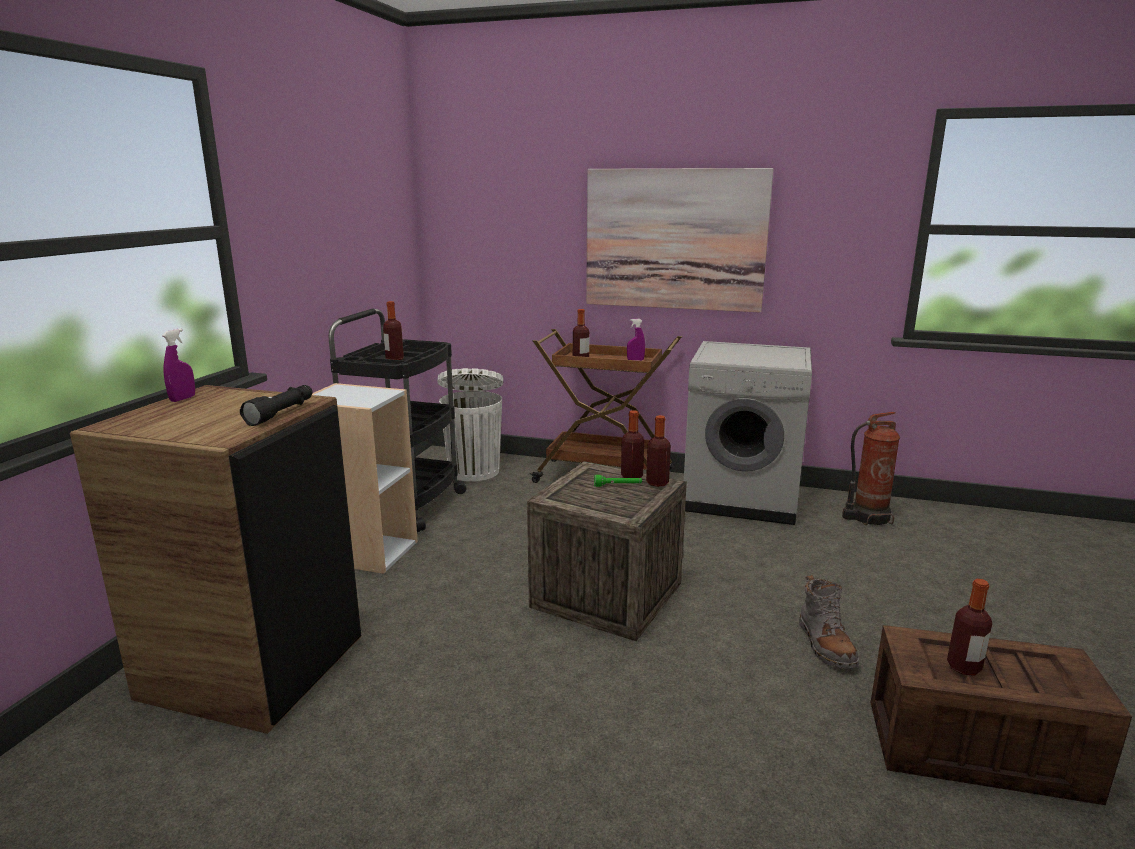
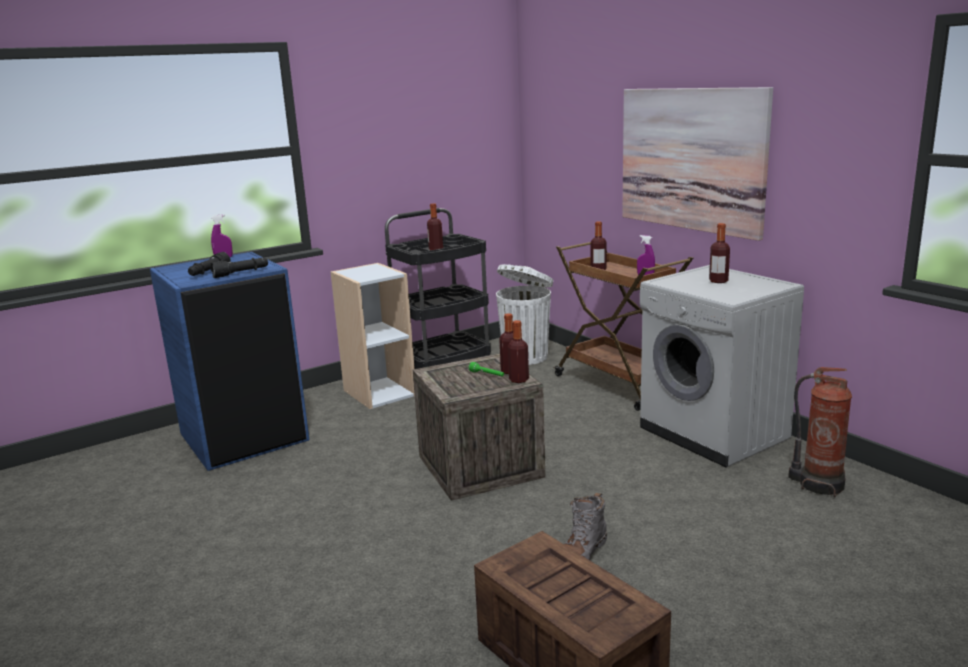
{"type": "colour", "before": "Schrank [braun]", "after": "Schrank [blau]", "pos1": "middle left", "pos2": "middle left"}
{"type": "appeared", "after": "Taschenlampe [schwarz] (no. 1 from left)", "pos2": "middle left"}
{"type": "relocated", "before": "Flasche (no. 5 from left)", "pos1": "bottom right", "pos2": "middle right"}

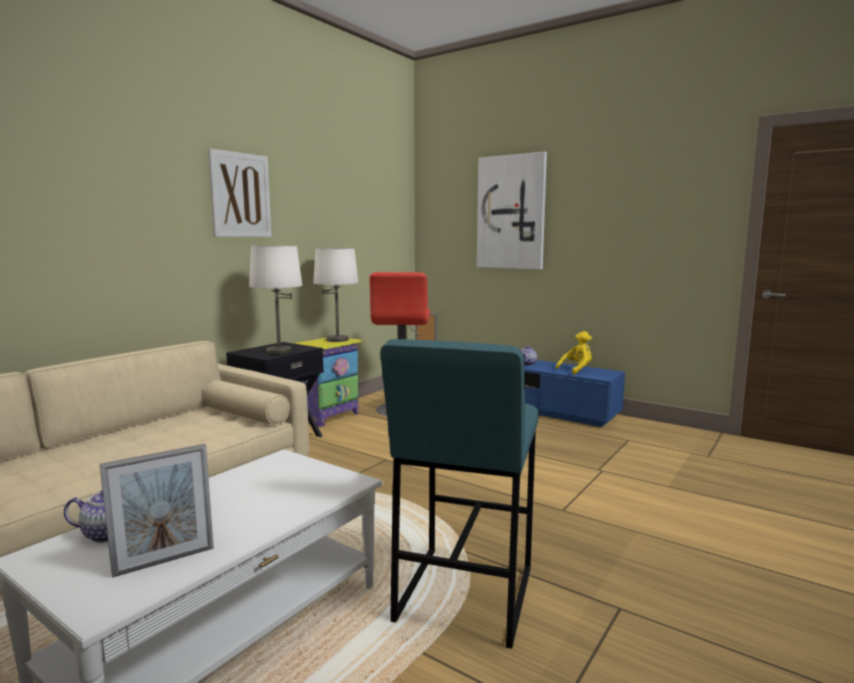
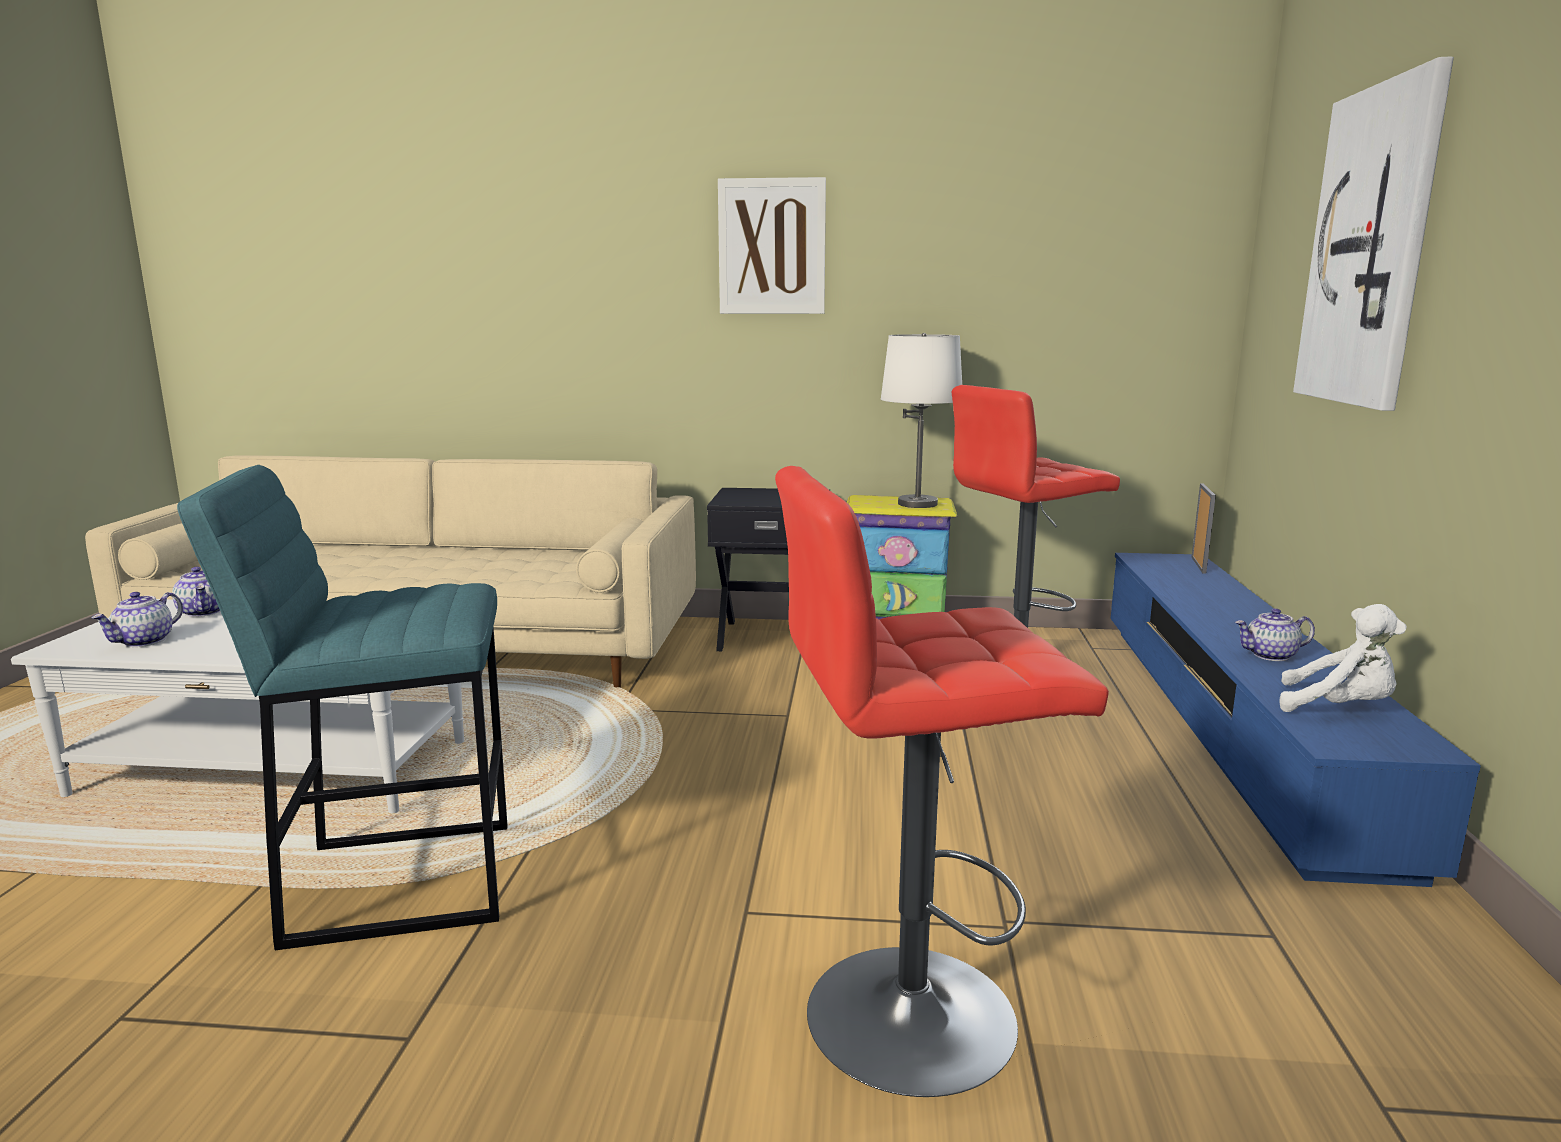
{"type": "exchanged", "before": "Bilderrahmen (no. 1 from left)", "after": "Teekanne (no. 1 from left)", "pos1": "bottom left", "pos2": "middle left"}
{"type": "appeared", "after": "Hocker [rot] (no. 1 from left)", "pos2": "bottom centre"}
{"type": "colour", "before": "Plüschtier [gelb]", "after": "Plüschtier [weiß]", "pos1": "middle right", "pos2": "middle right"}
{"type": "missing", "before": "Tischlampe [weiß] (no. 1 from left)", "pos1": "middle left"}

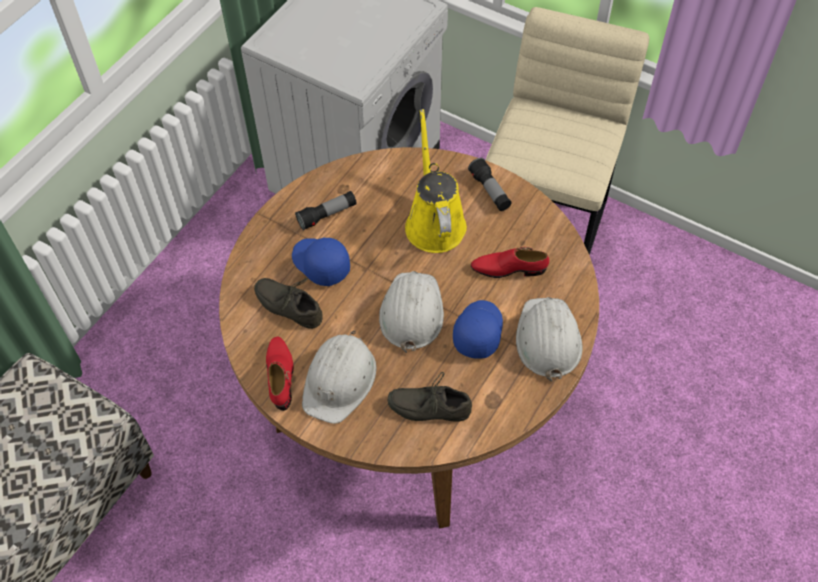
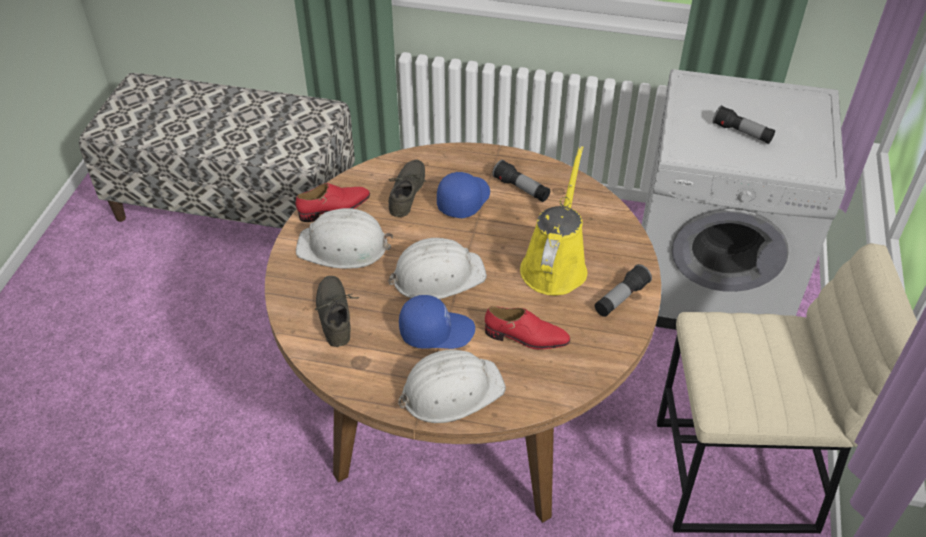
{"type": "spun", "before": "Schuh [rot] (no. 2 from left)", "pos1": "centre", "pos2": "centre", "turn": 120}
{"type": "spun", "before": "Gießkanne [gelb]", "pos1": "top centre", "pos2": "centre", "turn": -45}
{"type": "appeared", "after": "Taschenlampe (no. 3 from left)", "pos2": "top right"}

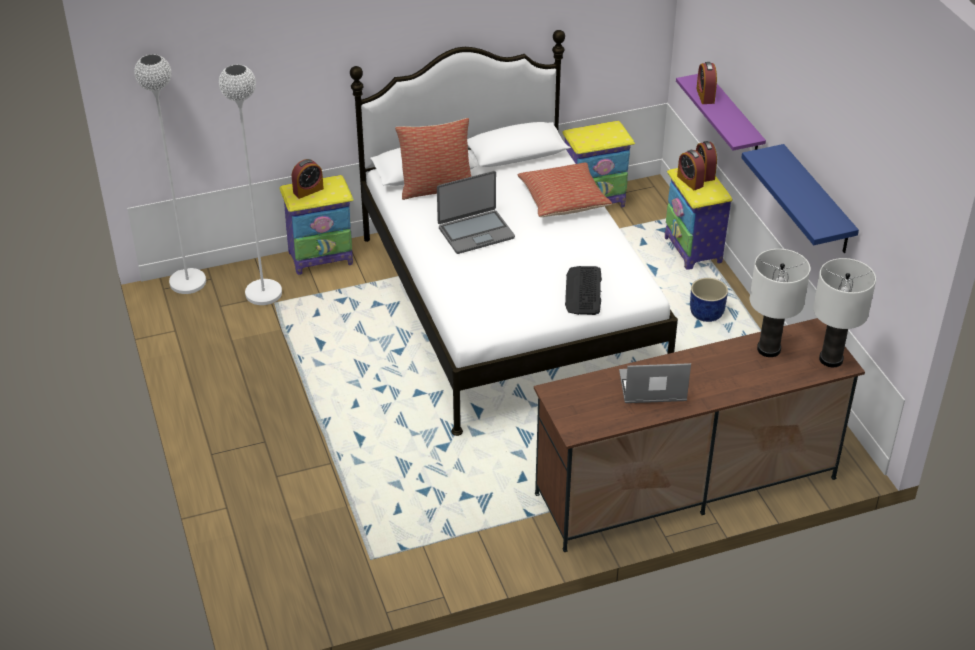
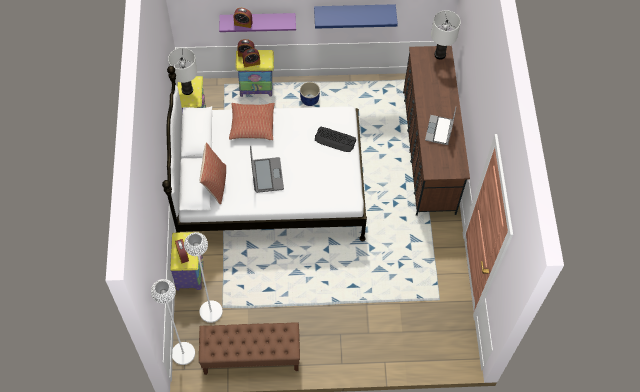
{"type": "relocated", "before": "Tischlampe [weiß] (no. 1 from left)", "pos1": "middle right", "pos2": "top left"}
{"type": "appeared", "after": "Bank [braun]", "pos2": "bottom centre"}

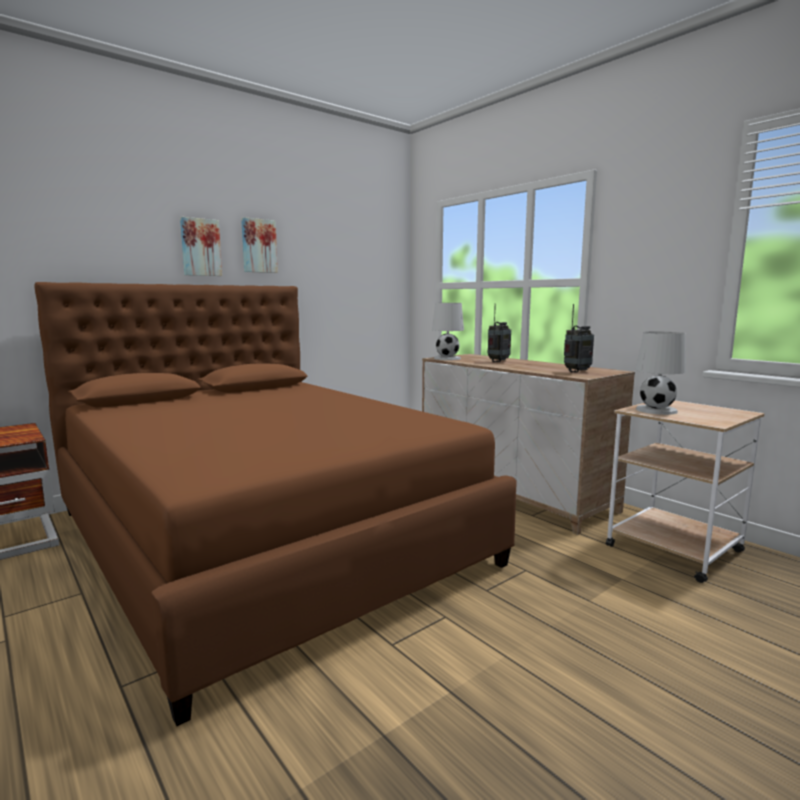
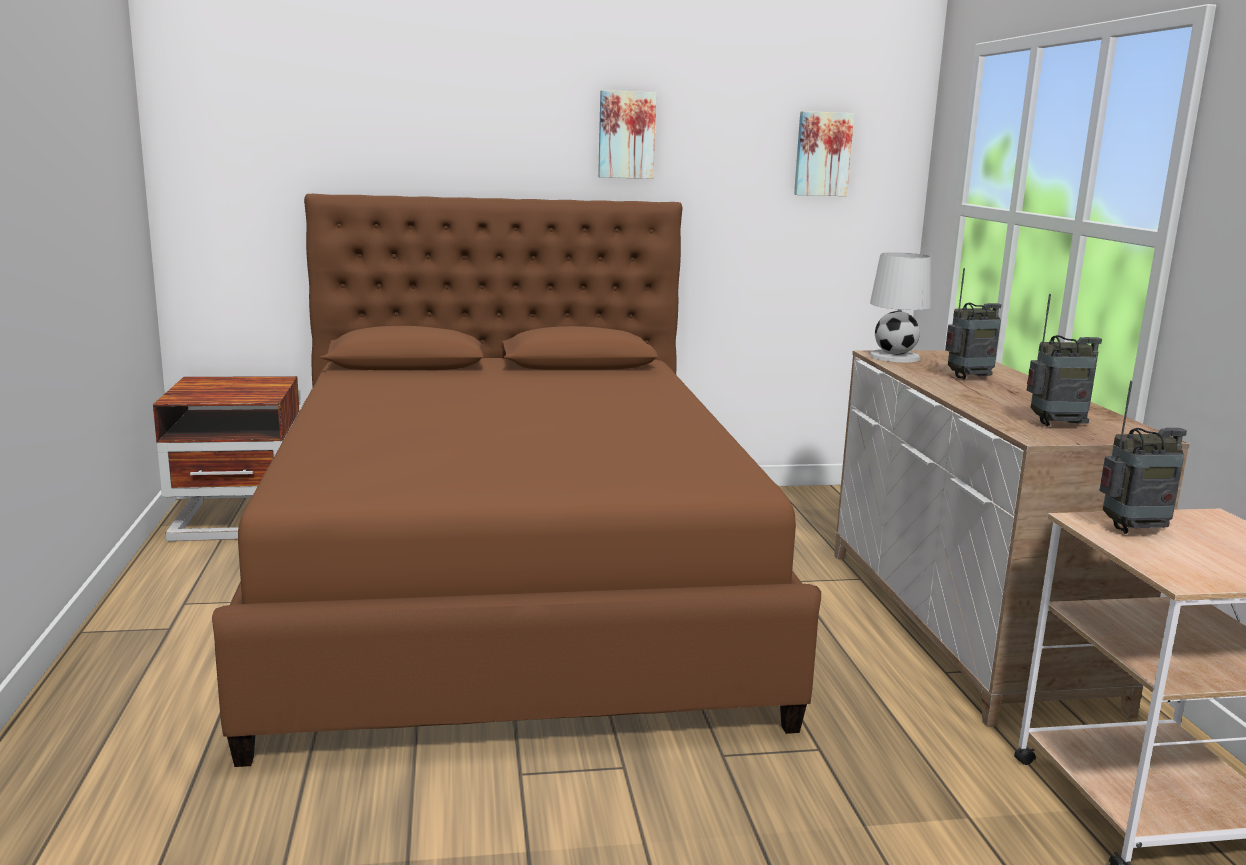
{"type": "relocated", "before": "Bild (no. 1 from left in the first image)", "after": "Bild (no. 2 from left)", "pos1": "top left", "pos2": "top centre"}
{"type": "exchanged", "before": "Tischlampe [weiß] (no. 2 from left)", "after": "Radio (no. 3 from left)", "pos1": "middle right", "pos2": "middle right"}

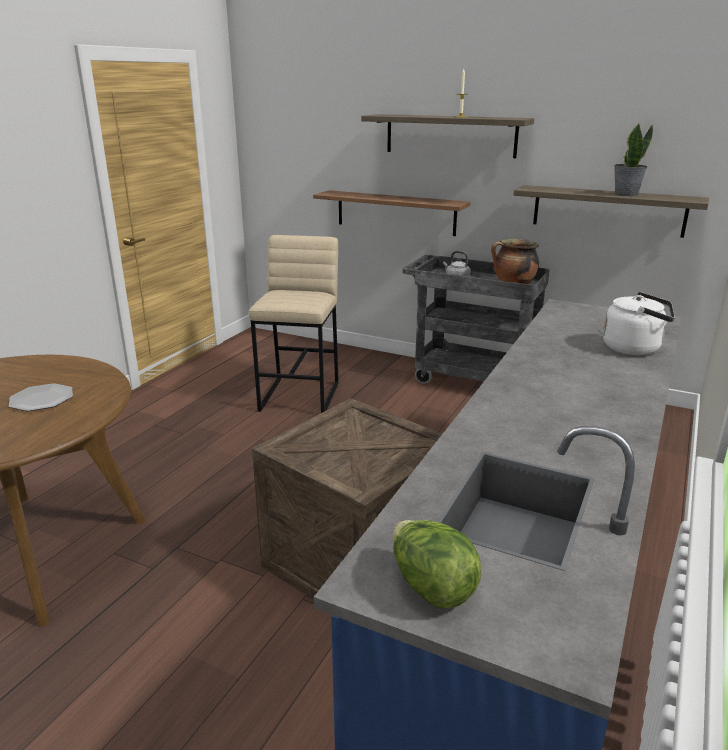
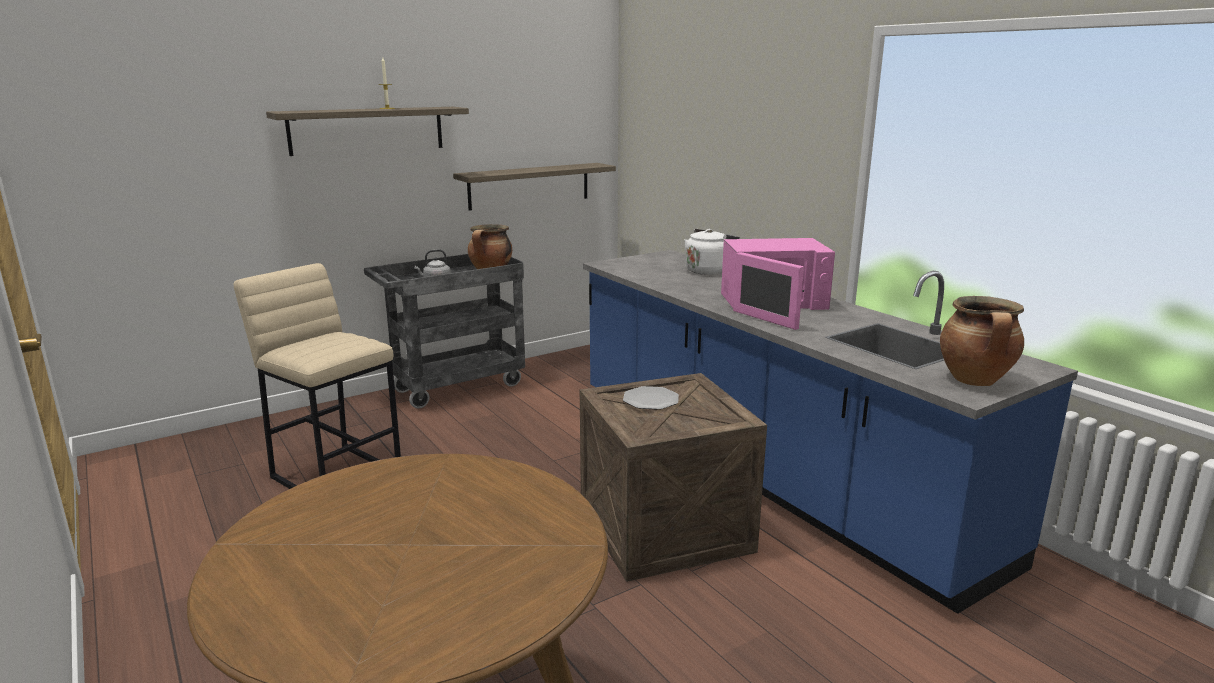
{"type": "relocated", "before": "Teller", "pos1": "middle left", "pos2": "centre"}
{"type": "appeared", "after": "Mikrowelle [rosa]", "pos2": "centre"}
{"type": "exchanged", "before": "Salatkopf", "after": "Kochtopf (no. 2 from left)", "pos1": "bottom centre", "pos2": "middle right"}
{"type": "missing", "before": "Wandregal (no. 1 from left)", "pos1": "top centre"}
{"type": "missing", "before": "Topfpflanze", "pos1": "top right"}

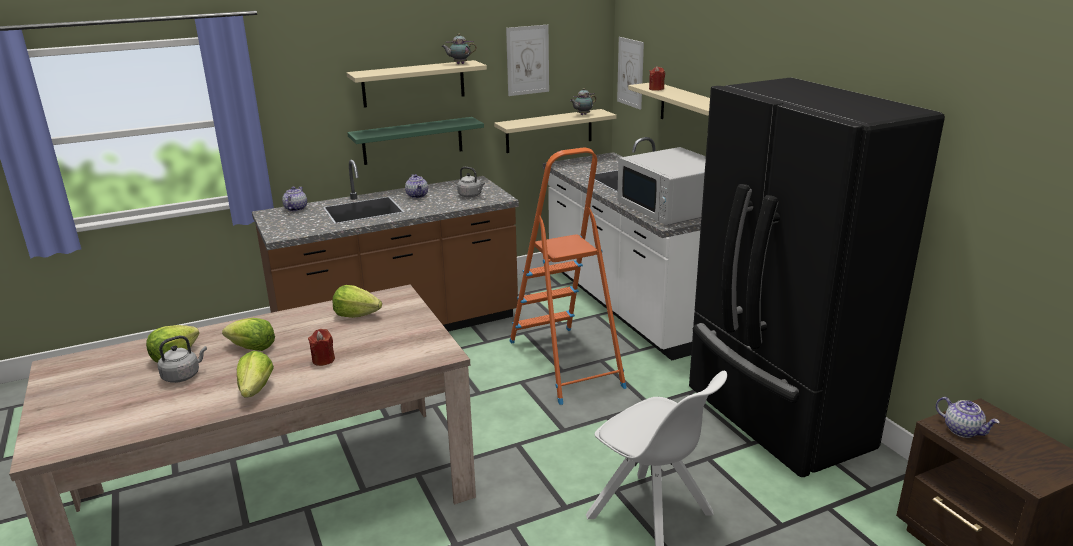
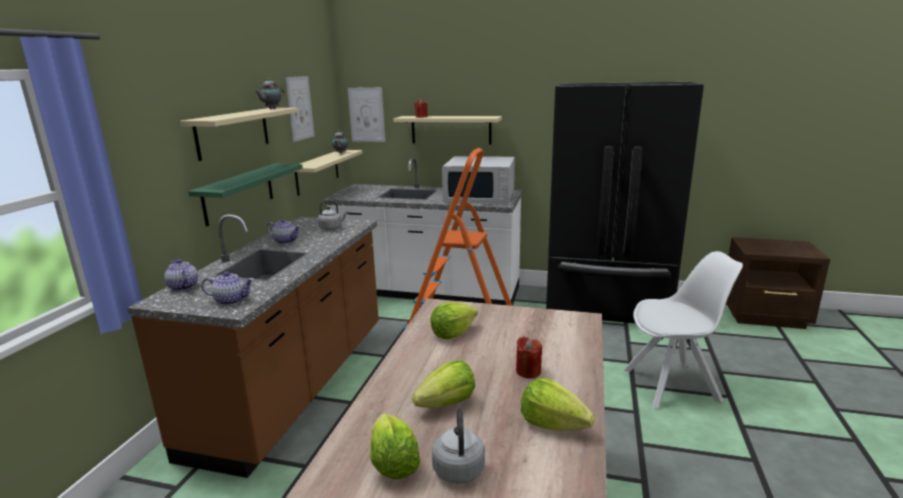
{"type": "relocated", "before": "Teekanne (no. 5 from left in the first image)", "after": "Teekanne (no. 2 from left)", "pos1": "bottom right", "pos2": "middle left"}

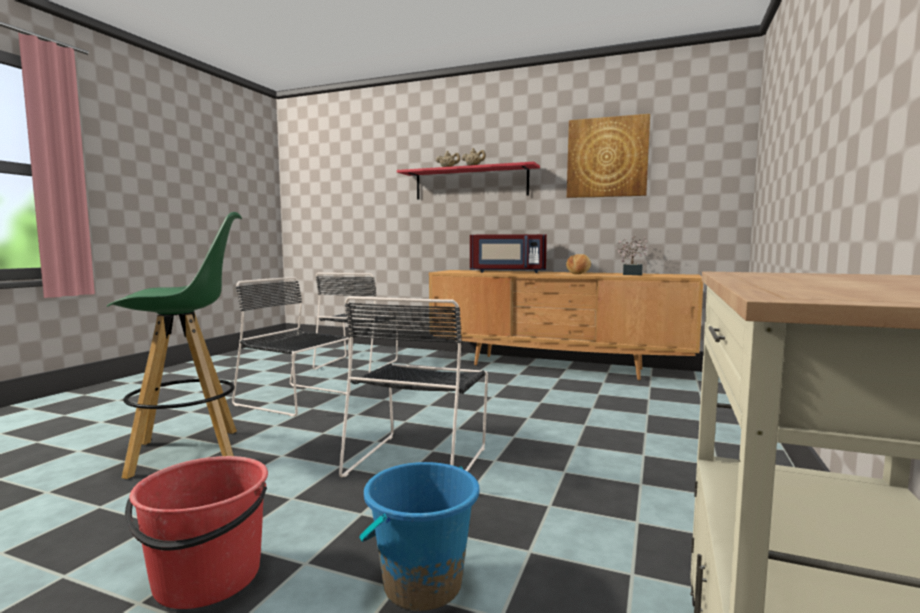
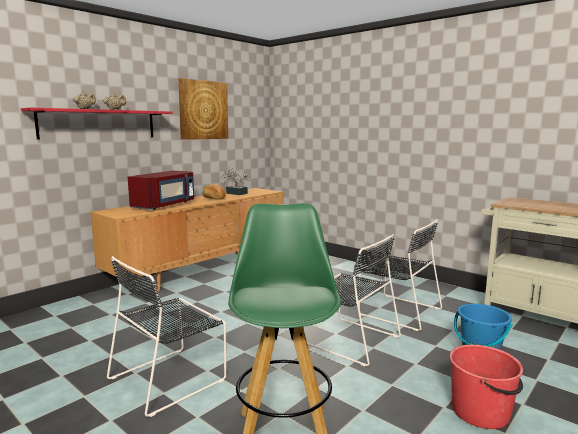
{"type": "relocated", "before": "Stuhl [schwarz] (no. 2 from left in the first image)", "after": "Stuhl [schwarz] (no. 3 from left)", "pos1": "centre", "pos2": "middle right"}

